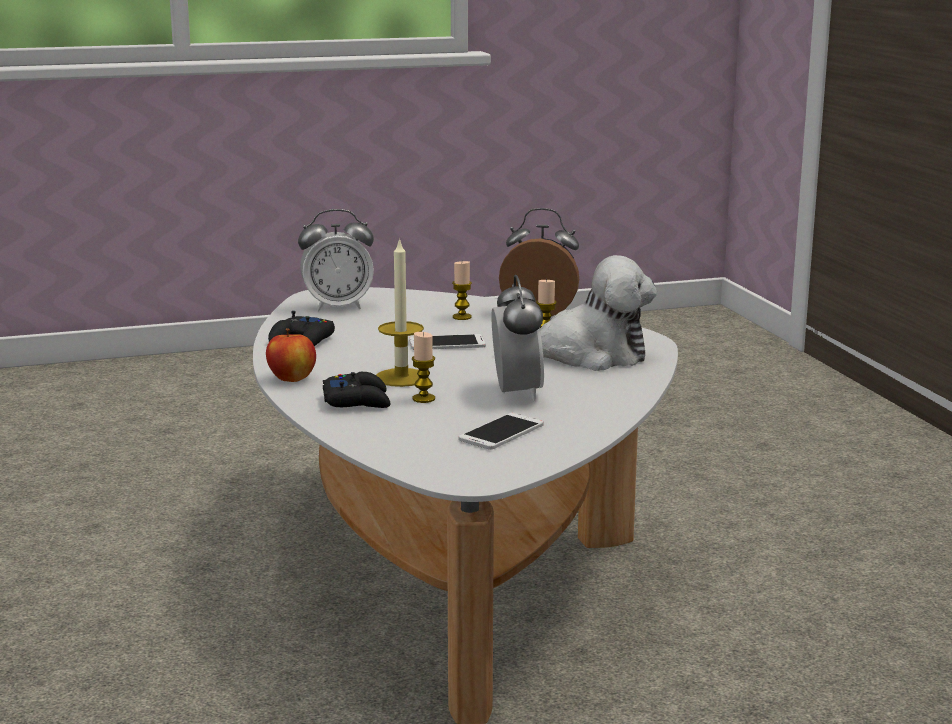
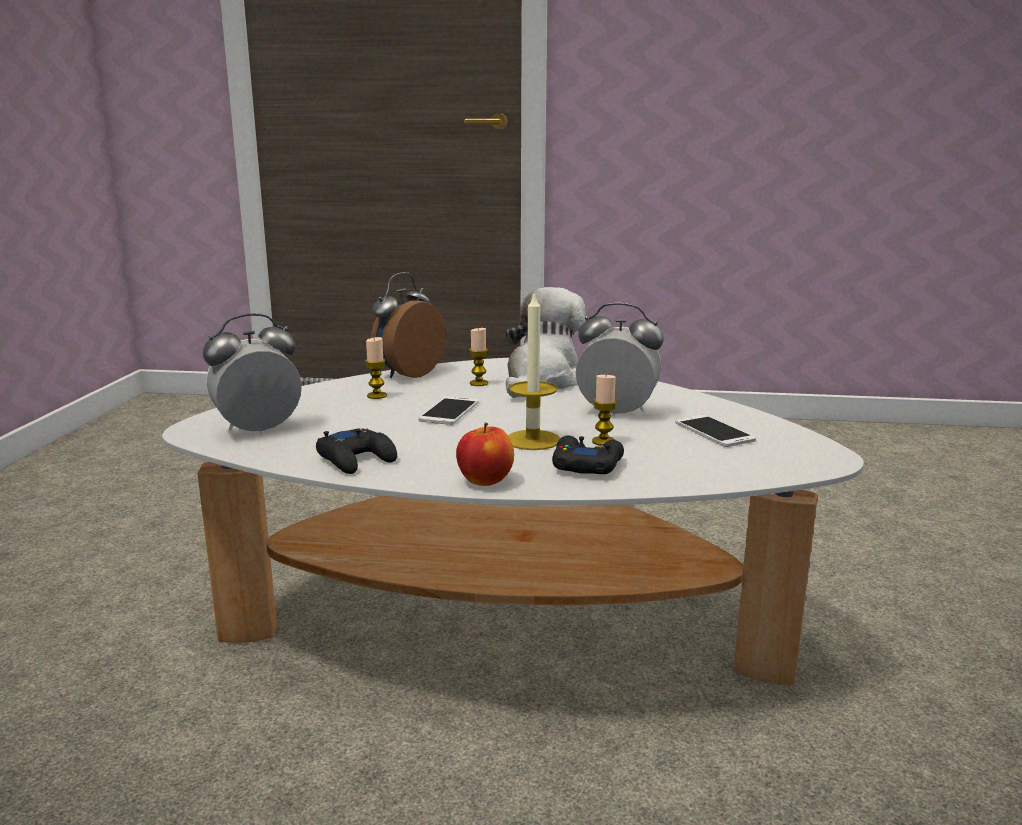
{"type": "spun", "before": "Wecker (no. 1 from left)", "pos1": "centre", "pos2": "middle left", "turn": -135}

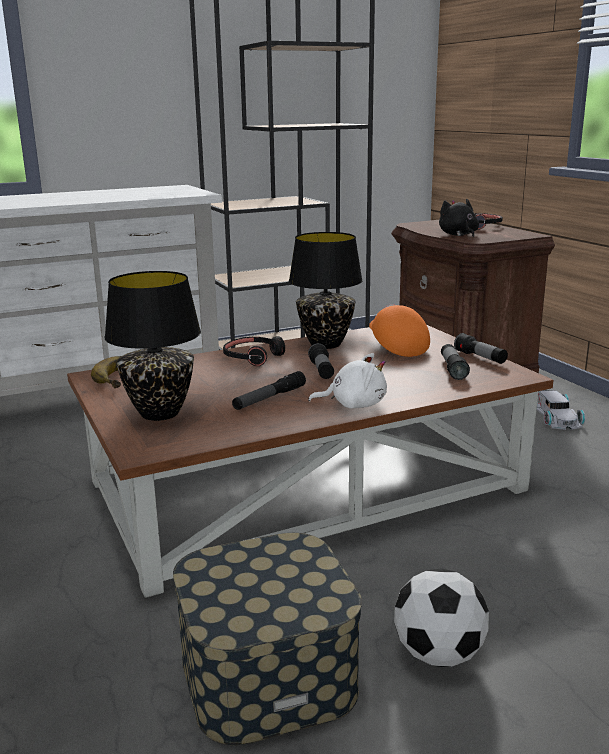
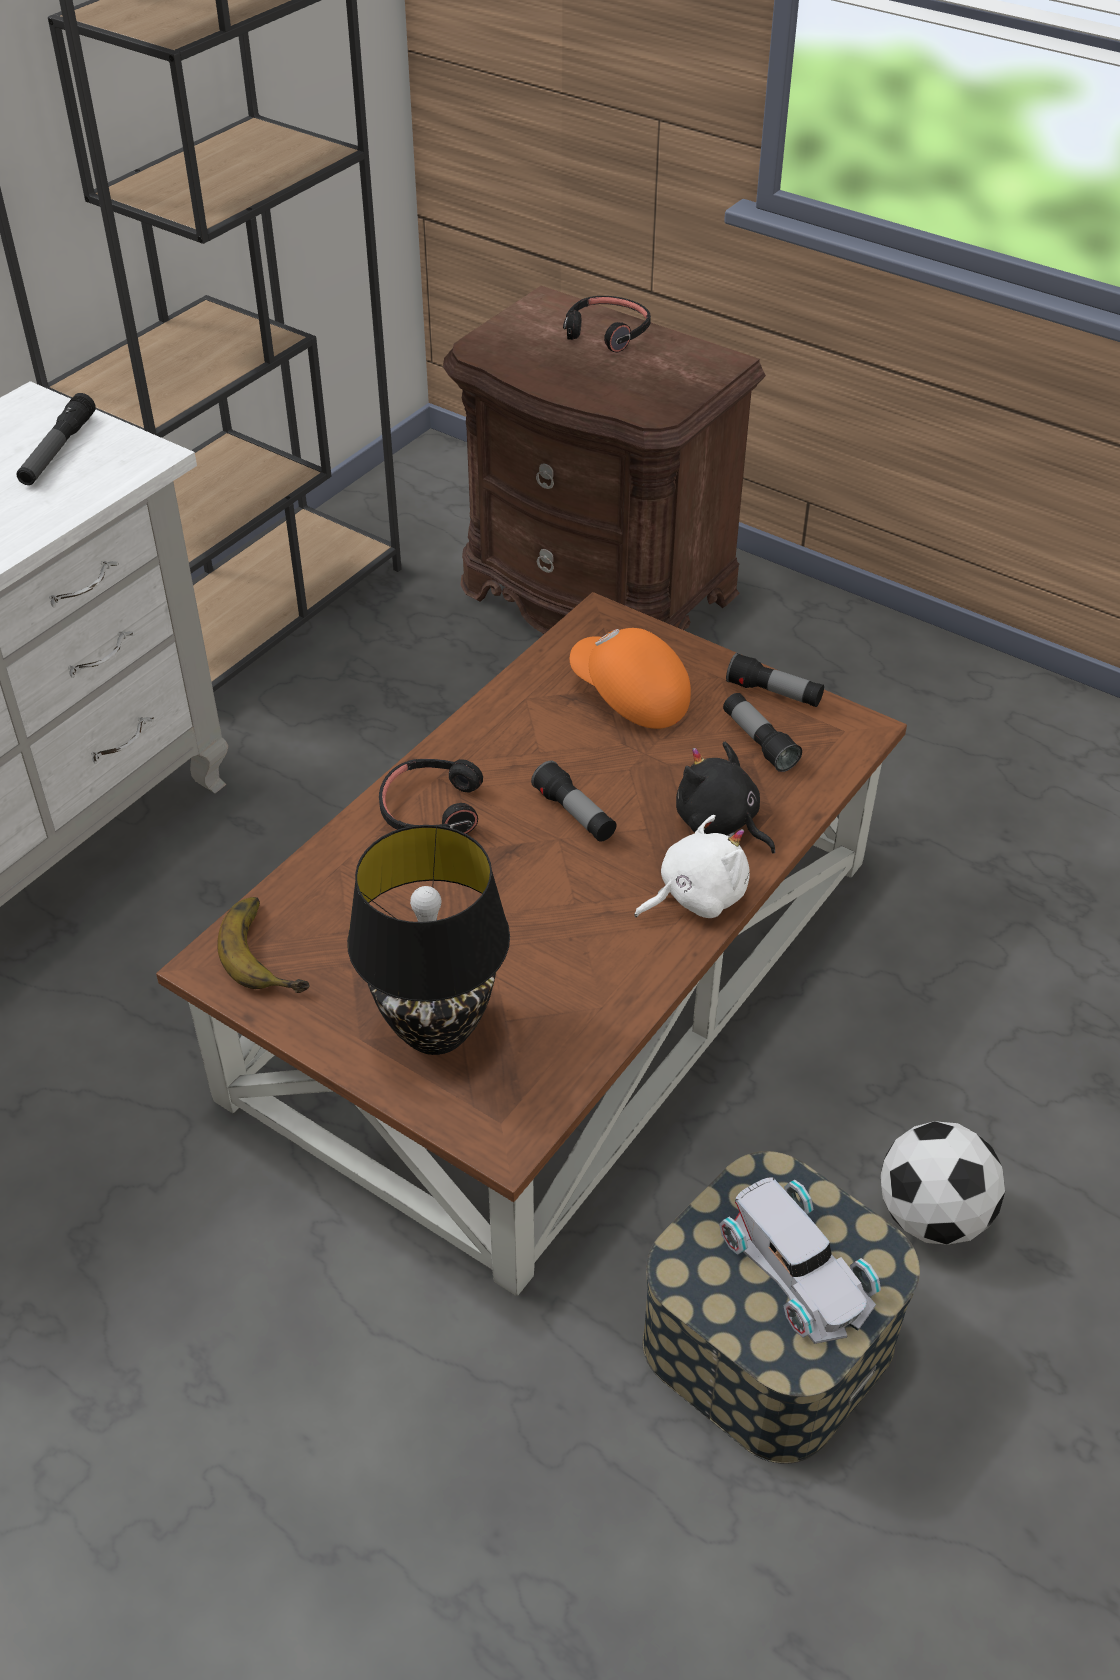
{"type": "relocated", "before": "Taschenlampe (no. 1 from left)", "pos1": "centre", "pos2": "top left"}
{"type": "relocated", "before": "Plüschtier [schwarz]", "pos1": "top right", "pos2": "centre"}
{"type": "relocated", "before": "Spielzeugauto [weiß]", "pos1": "middle right", "pos2": "bottom right"}
{"type": "missing", "before": "Tischlampe [schwarz] (no. 2 from left)", "pos1": "centre"}

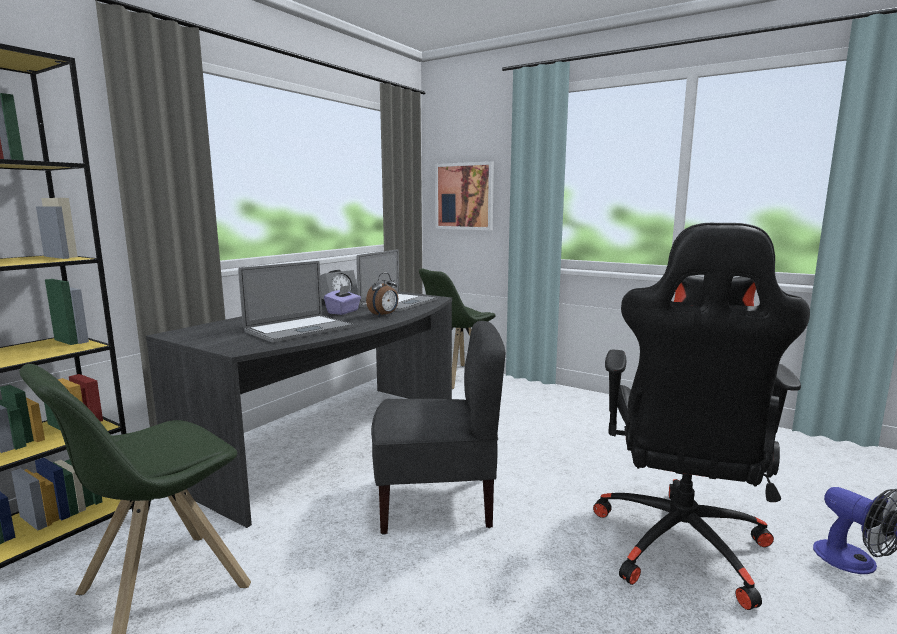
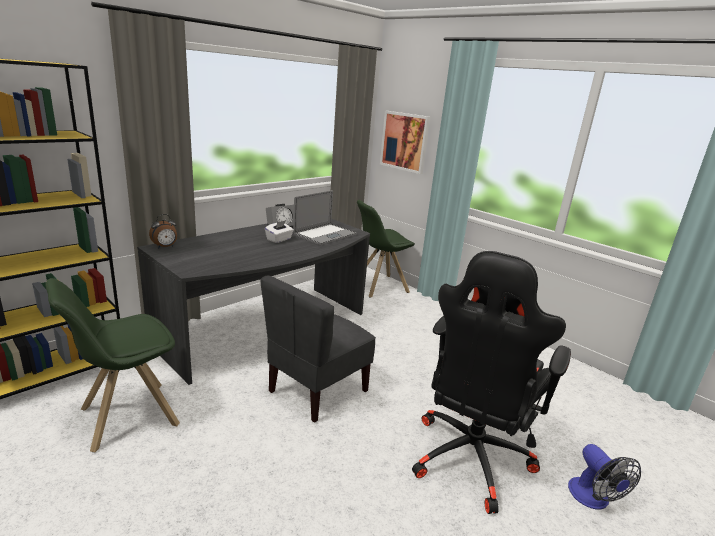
{"type": "relocated", "before": "Wecker (no. 2 from left in the first image)", "after": "Wecker (no. 1 from left)", "pos1": "centre", "pos2": "middle left"}
{"type": "spun", "before": "Stuhl [grau]", "pos1": "bottom centre", "pos2": "centre", "turn": 120}
{"type": "colour", "before": "Taschentuchbox [lila]", "after": "Taschentuchbox [weiß]", "pos1": "centre", "pos2": "centre"}
{"type": "missing", "before": "Laptop (no. 1 from left)", "pos1": "middle left"}

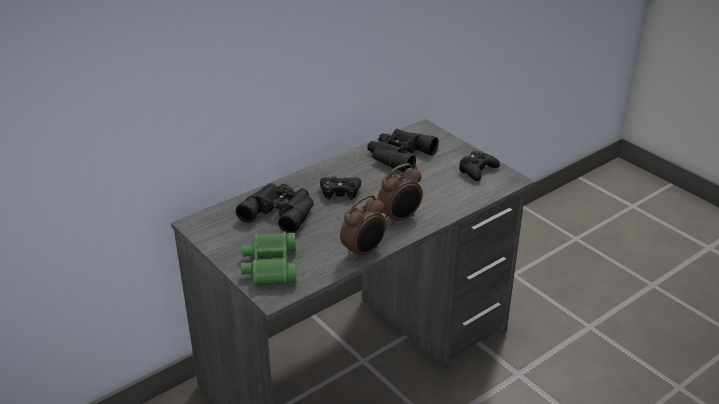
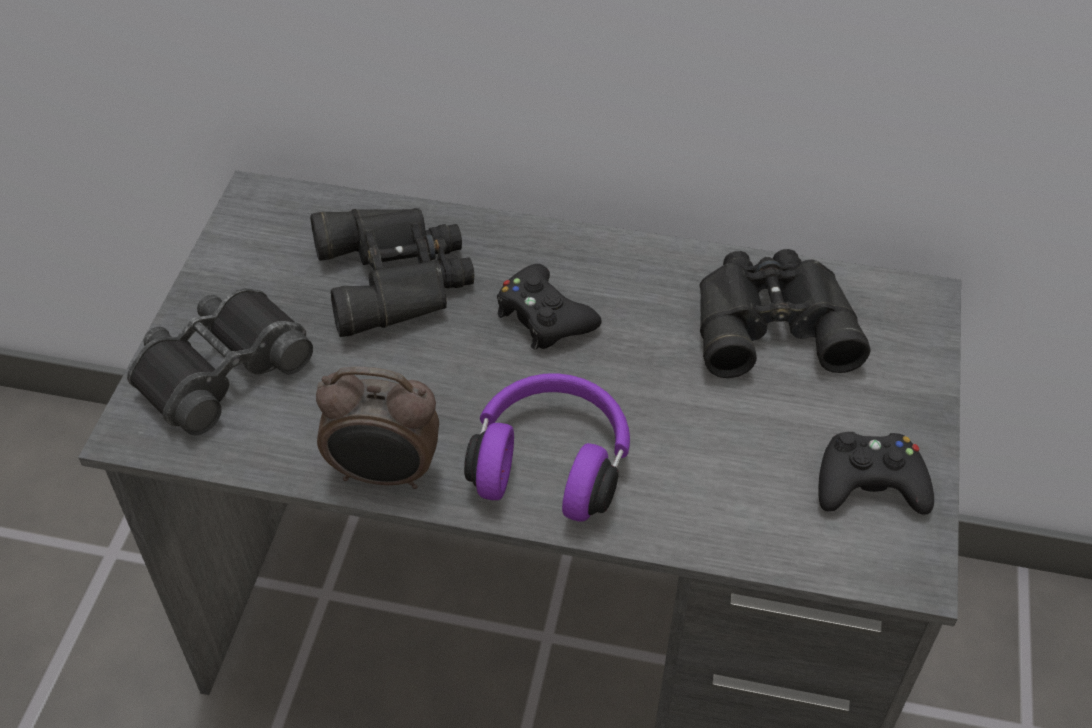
{"type": "colour", "before": "Fernglas [grün]", "after": "Fernglas [schwarz] (no. 1 from left)", "pos1": "centre", "pos2": "middle left"}
{"type": "exchanged", "before": "Wecker (no. 2 from left)", "after": "Kopfhörer [lila]", "pos1": "centre", "pos2": "centre"}

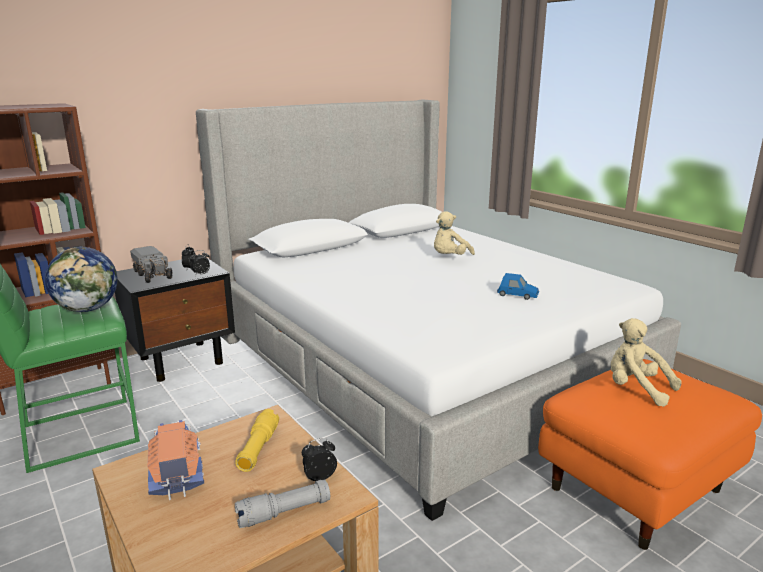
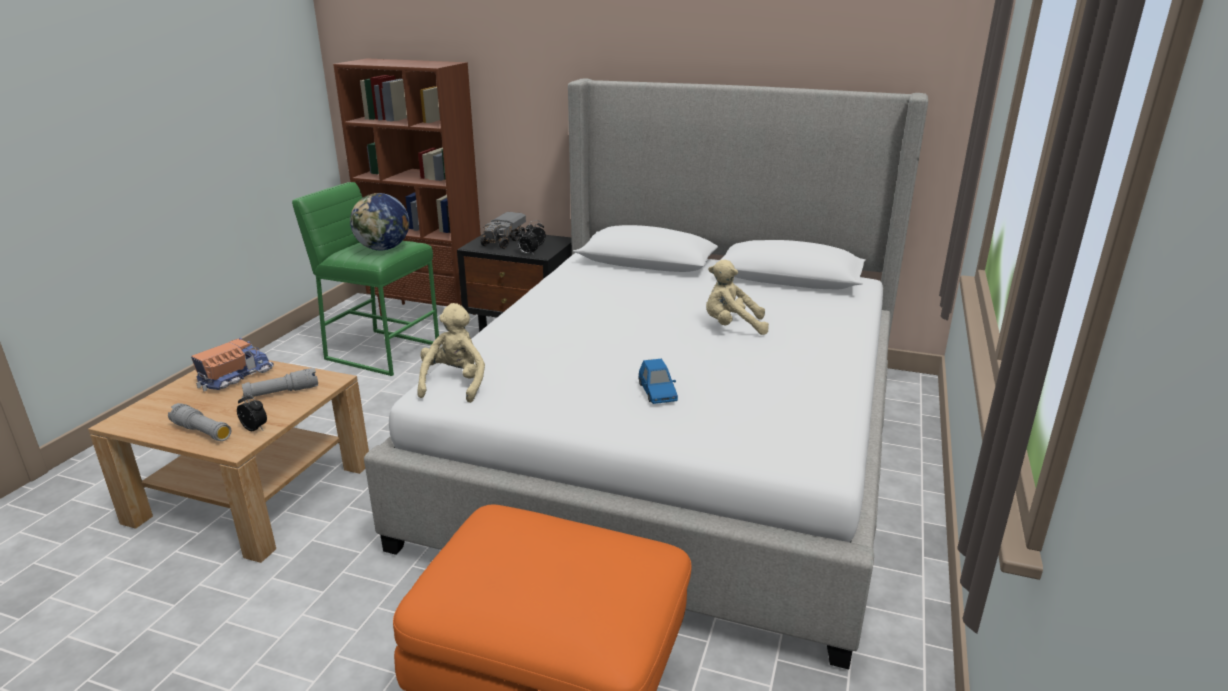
{"type": "colour", "before": "Taschenlampe [gelb]", "after": "Taschenlampe [grau] (no. 2 from left)", "pos1": "bottom centre", "pos2": "middle left"}
{"type": "relocated", "before": "Plüschtier [beige] (no. 2 from left in the first image)", "after": "Plüschtier [beige] (no. 1 from left)", "pos1": "middle right", "pos2": "centre"}

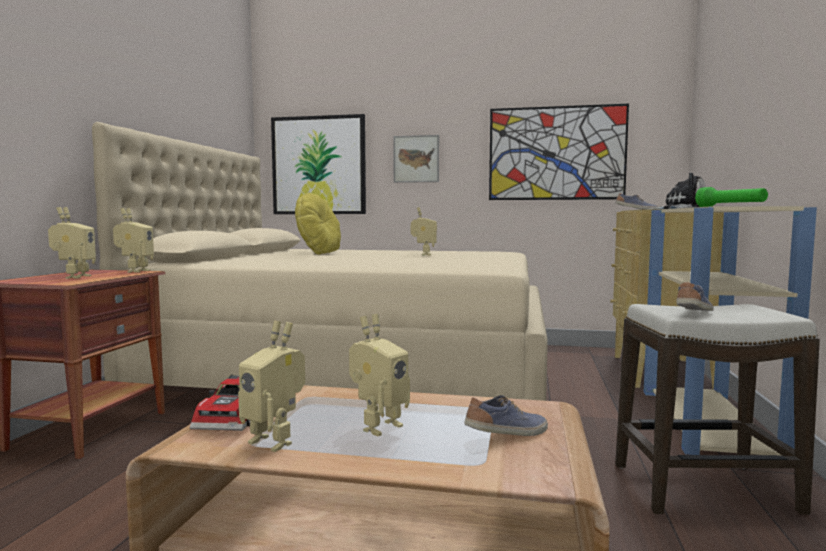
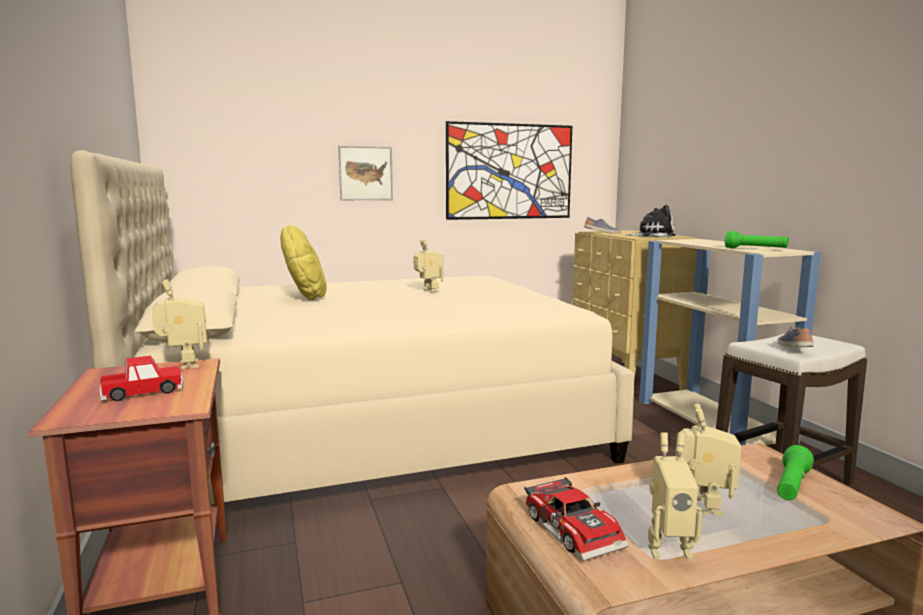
{"type": "exchanged", "before": "Spielzeugroboter (no. 1 from left)", "after": "Spielzeugauto (no. 1 from left)", "pos1": "middle left", "pos2": "middle left"}
{"type": "exchanged", "before": "Schuh (no. 1 from left)", "after": "Taschenlampe [grün] (no. 2 from left)", "pos1": "bottom centre", "pos2": "bottom right"}
{"type": "missing", "before": "Bild (no. 1 from left)", "pos1": "top centre"}

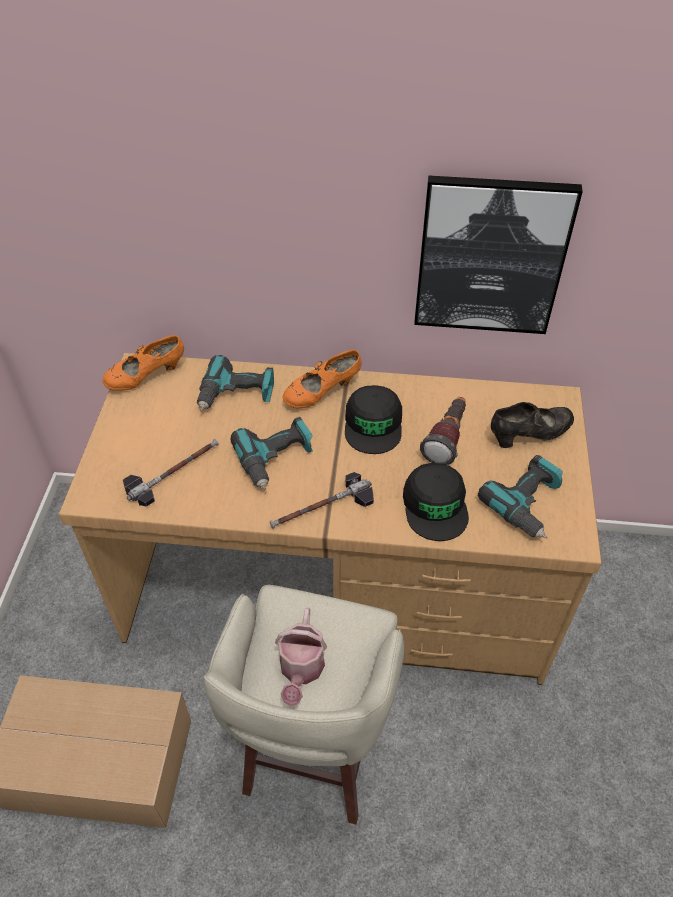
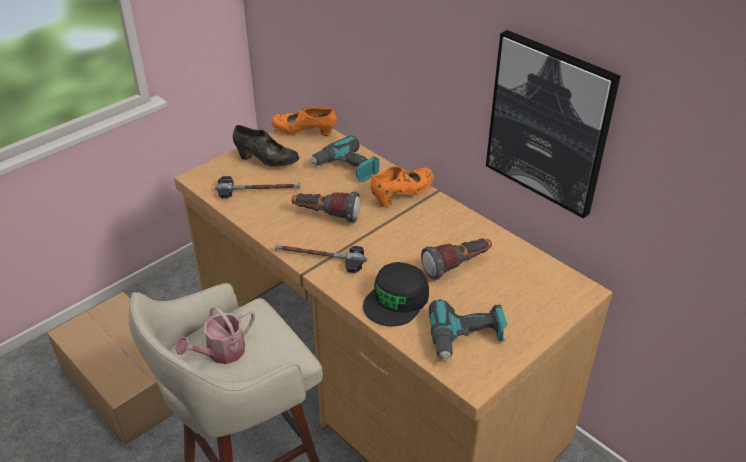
{"type": "relocated", "before": "Schuh [schwarz]", "pos1": "middle right", "pos2": "top centre"}
{"type": "exchanged", "before": "Bohrmaschine (no. 2 from left)", "after": "Taschenlampe (no. 1 from left)", "pos1": "centre", "pos2": "centre"}
{"type": "spun", "before": "Schuh [orange] (no. 2 from left)", "pos1": "centre", "pos2": "centre", "turn": 135}
{"type": "missing", "before": "Kappe [schwarz] (no. 1 from left)", "pos1": "centre"}

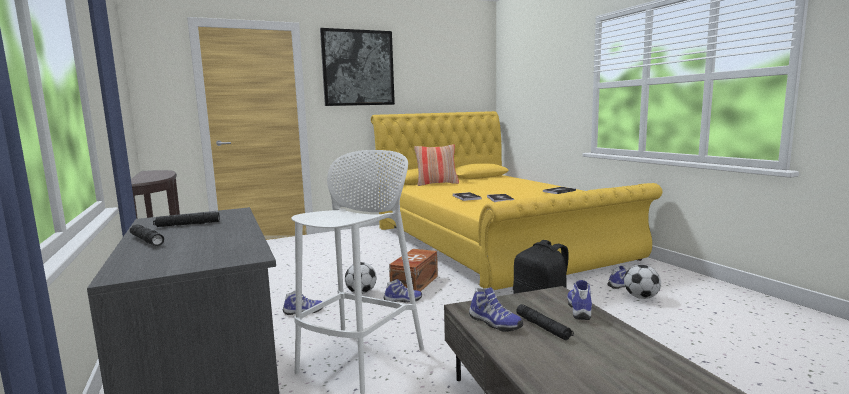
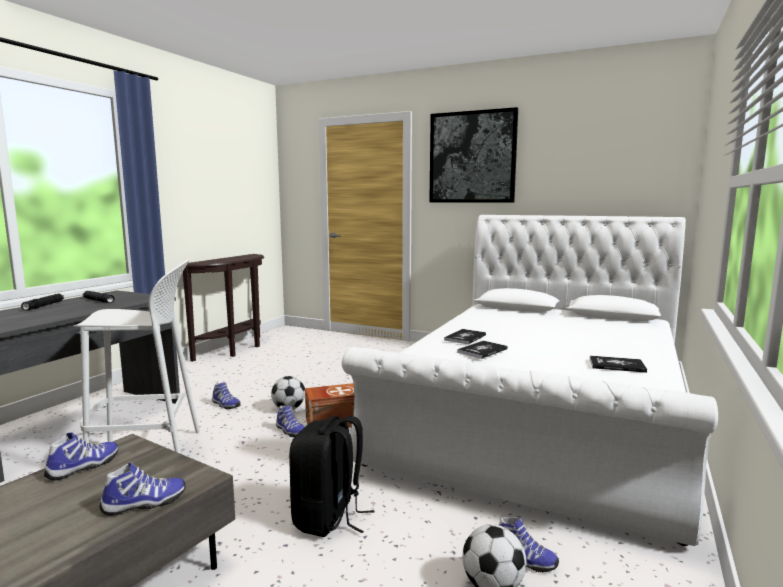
{"type": "spun", "before": "Schuh (no. 3 from left in the first image)", "pos1": "bottom centre", "pos2": "bottom left", "turn": -150}
{"type": "colour", "before": "Bett [gelb]", "after": "Bett [weiß]", "pos1": "centre", "pos2": "middle right"}
{"type": "missing", "before": "Kissen", "pos1": "centre"}
{"type": "missing", "before": "Taschenlampe [schwarz] (no. 3 from left)", "pos1": "bottom centre"}

